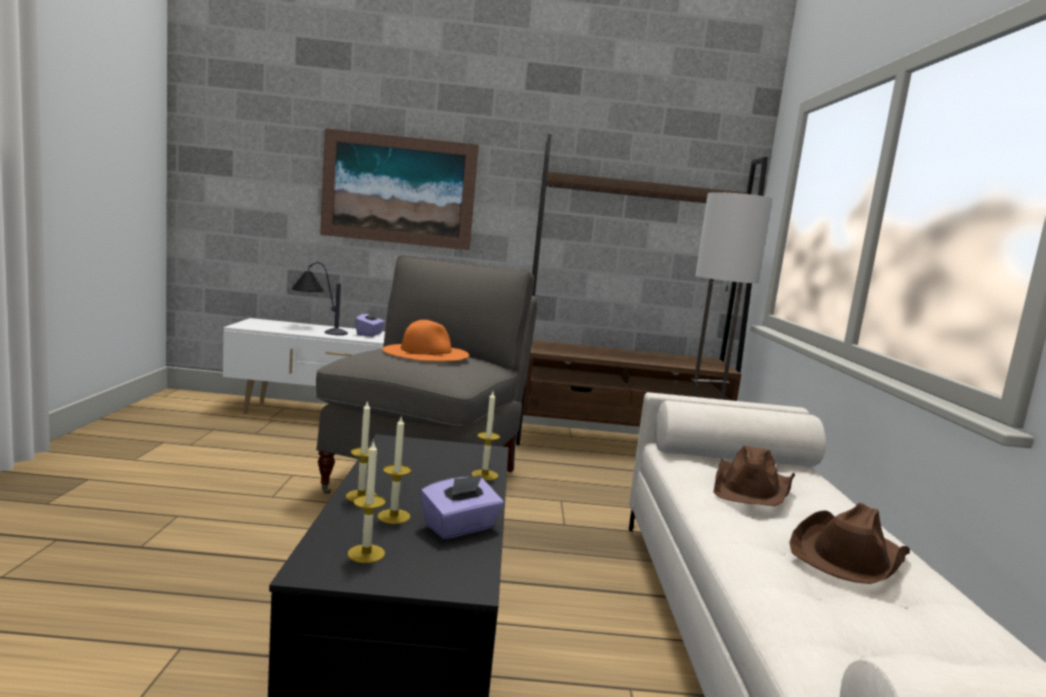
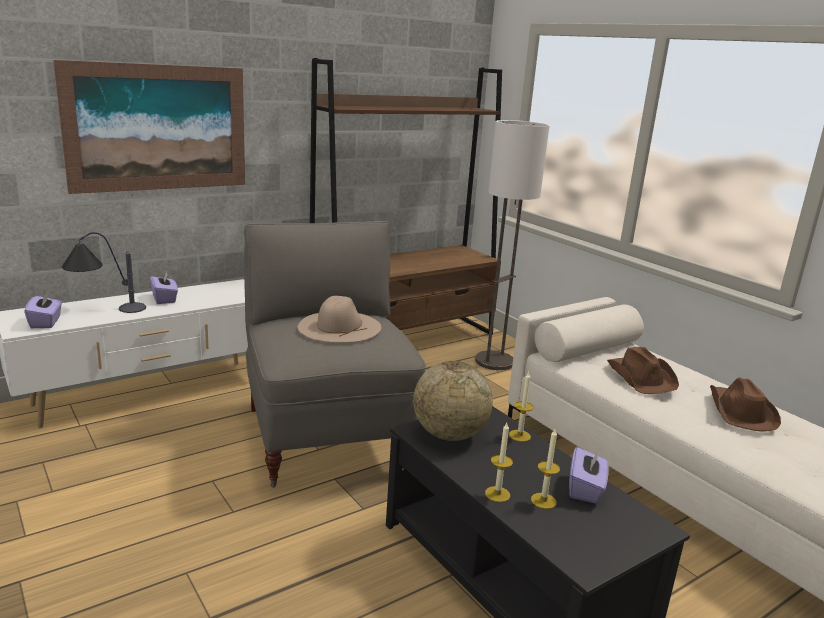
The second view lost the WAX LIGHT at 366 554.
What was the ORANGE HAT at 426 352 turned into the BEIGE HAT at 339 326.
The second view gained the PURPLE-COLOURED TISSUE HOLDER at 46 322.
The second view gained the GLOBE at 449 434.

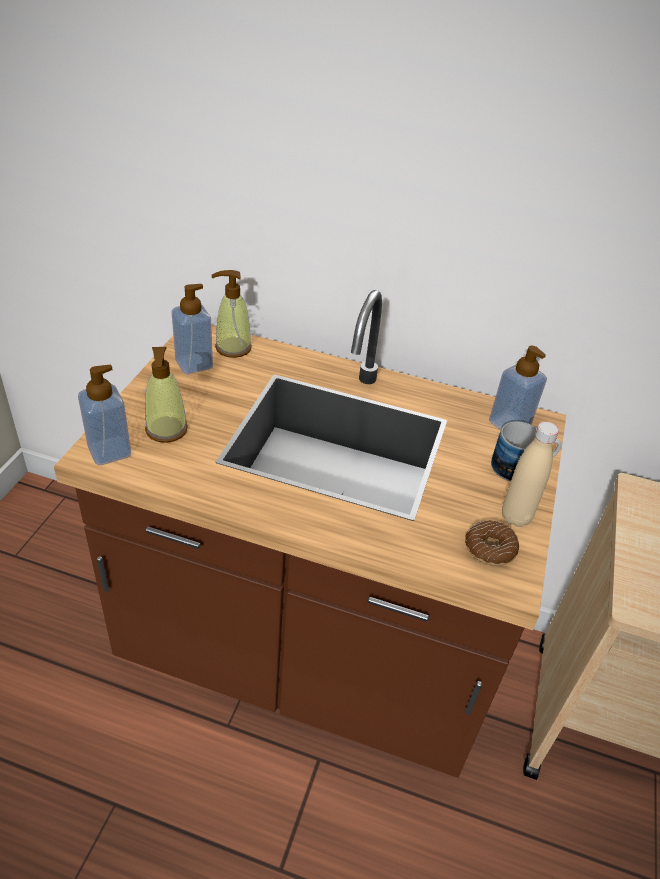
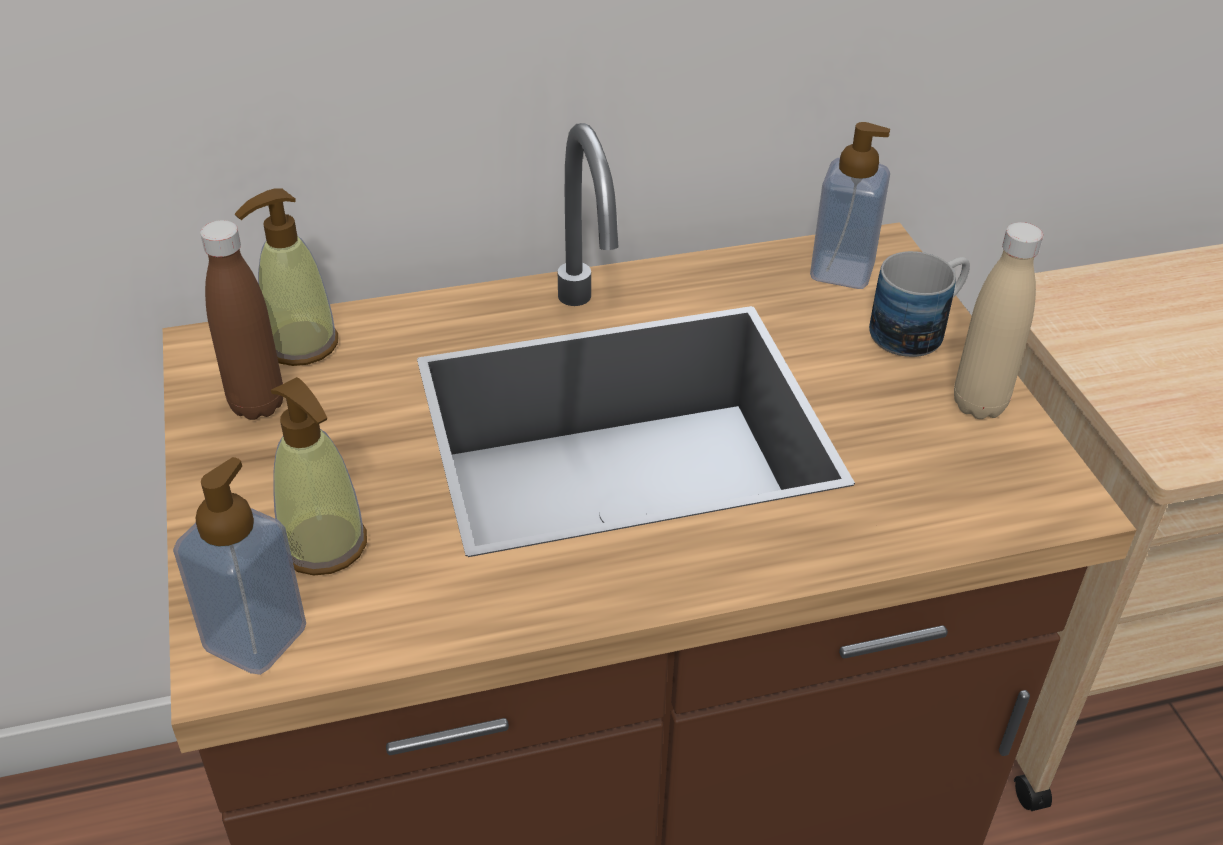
Where the SOAP DISPENSER stood at 194 364, the BROWN-COLOURED DRINK BOTTLE came to stand at 257 405.
The second view lost the RING DOUGHNUT at 490 549.

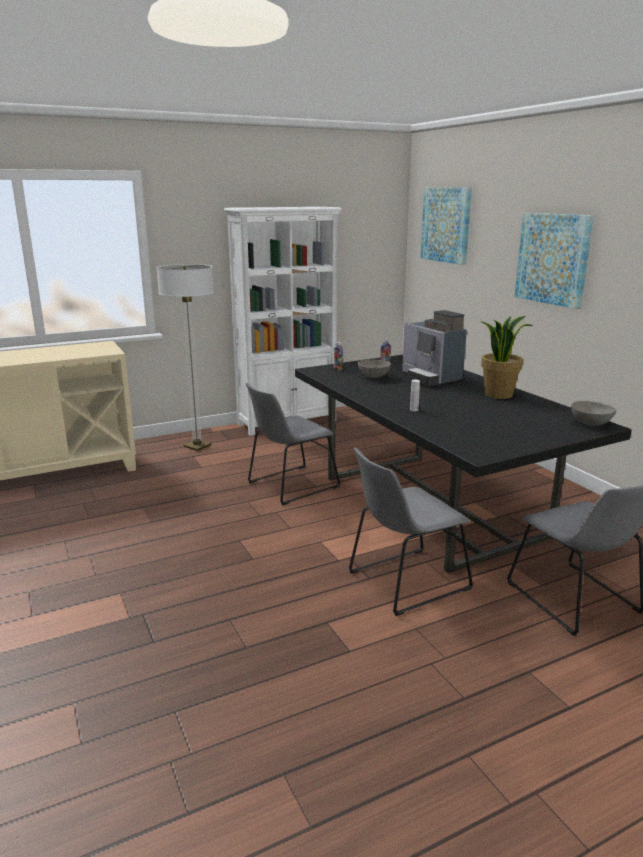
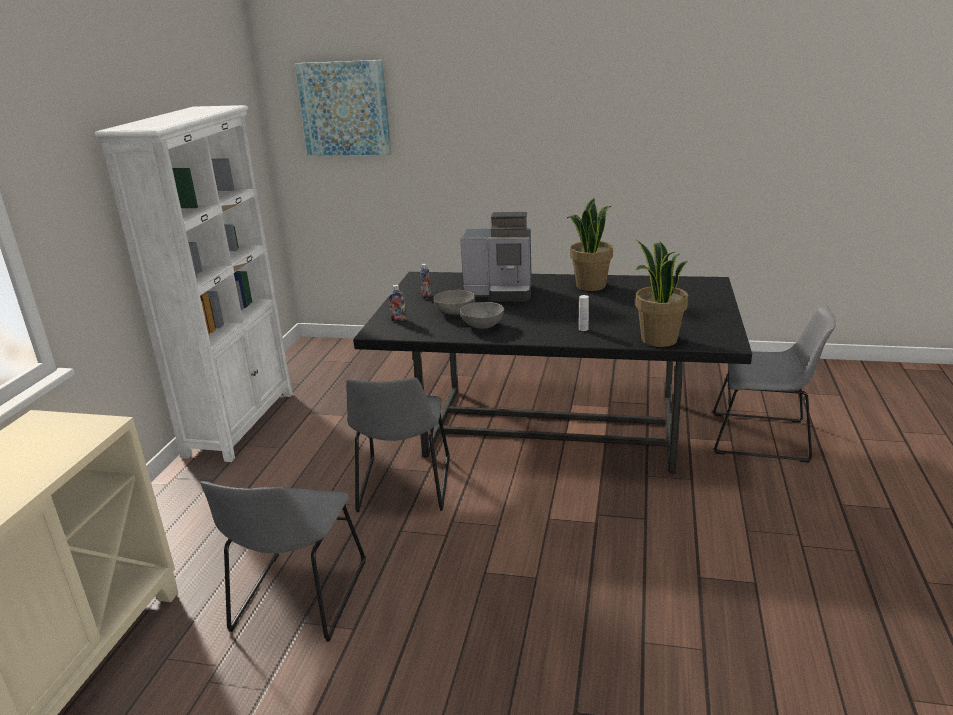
The second view lost the FLOOR LAMP at 197 446.
The GRAY PLAIN CHAIR ended up elsewhere, having gone from 404 582 to 297 600.
The second view lost the WALL ART at 553 259.
The GRAY DEEP DISH ended up elsewhere, having gone from 590 423 to 482 326.
The second view gained the PLANT IN A POT at 658 340.

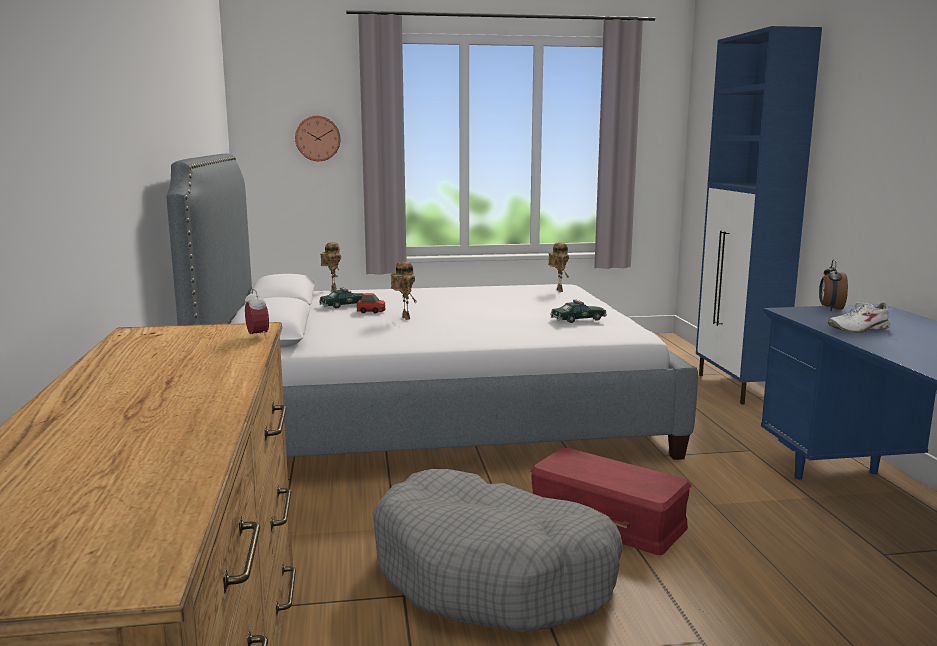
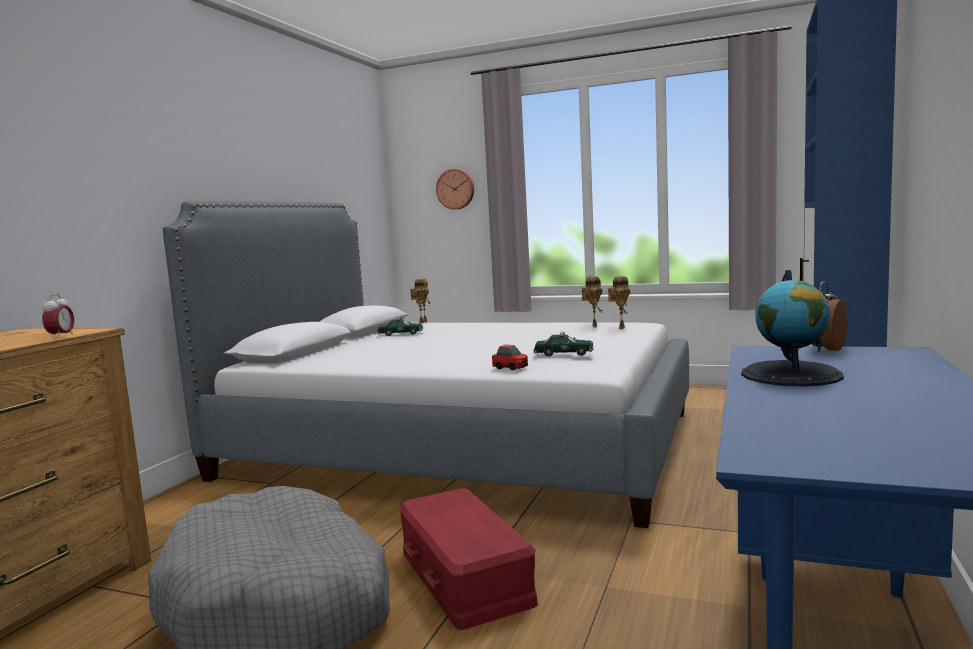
The MODEL CAR ended up elsewhere, having gone from 371 312 to 510 368.
The ROBOT FIGURE ended up elsewhere, having gone from 404 318 to 593 326.
Where the WHITE LOW SHOE stood at 858 329, the GLOBE came to stand at 791 374.

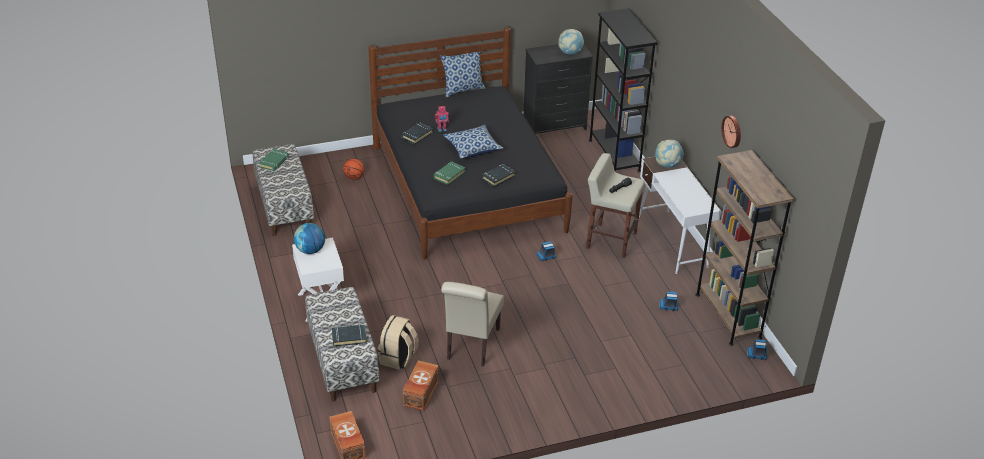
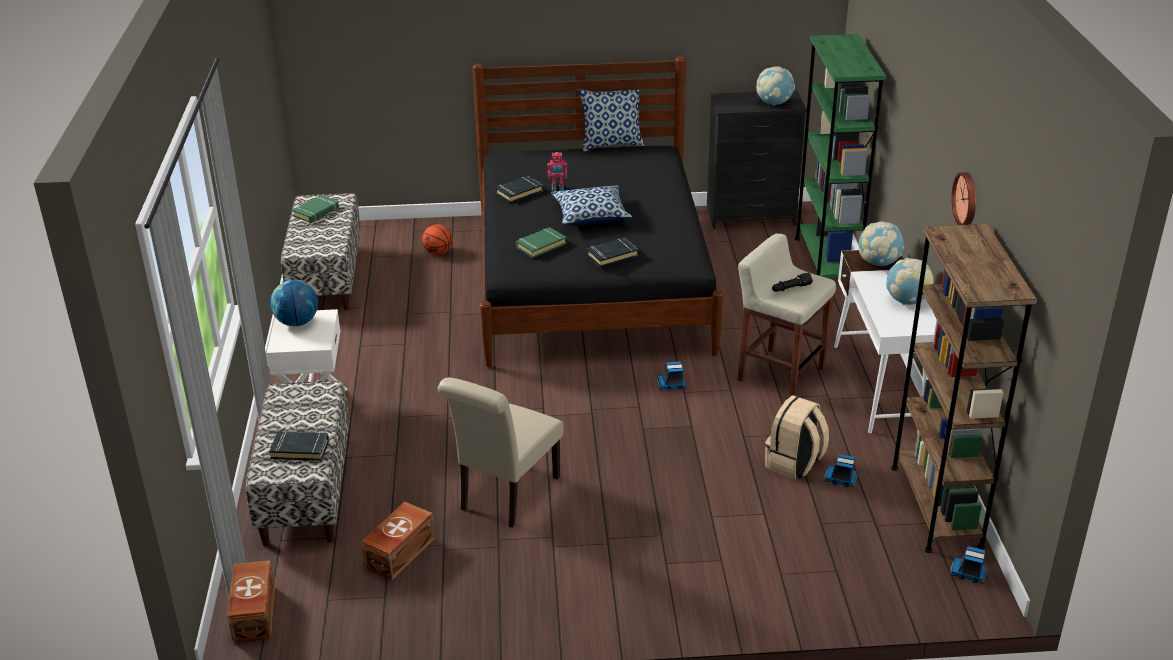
The BEIGE RUCKSACK ended up elsewhere, having gone from 398 358 to 794 463.
What was the BLACK-COLOURED BOOKSHELF at 614 155 turned into the GREEN BOOKSHELF at 826 261.
The second view gained the GLOBE at 907 301.

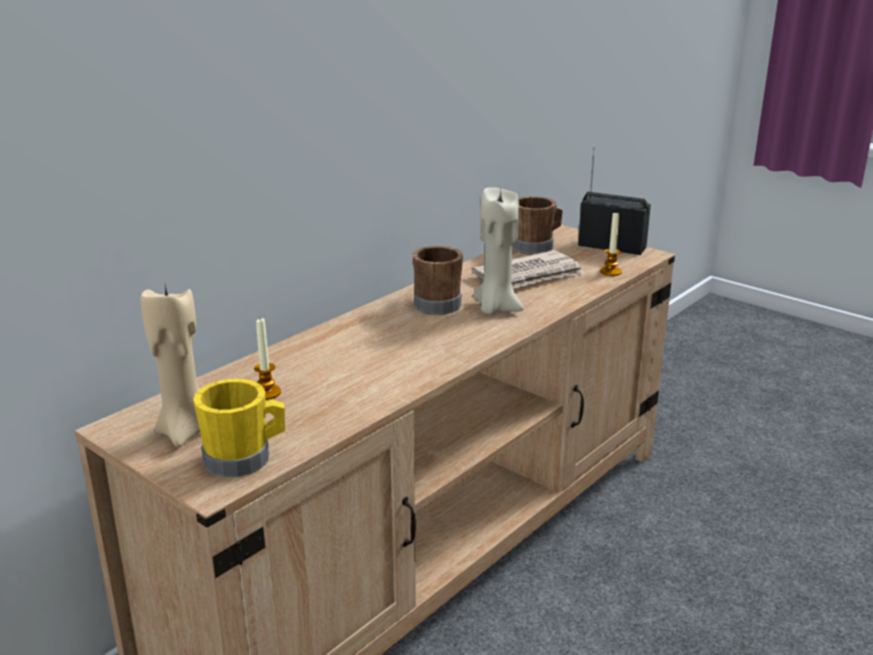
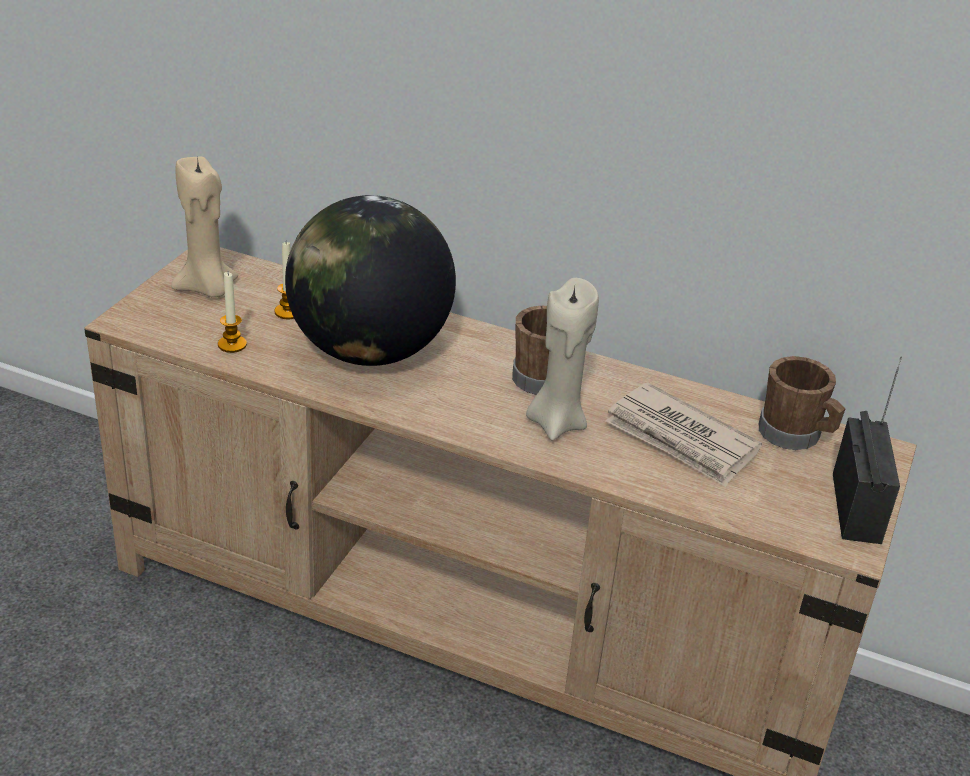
The second view lost the YELLOW COFFEE MUG at 245 459.
The WAX LIGHT ended up elsewhere, having gone from 610 272 to 232 345.
The second view gained the GLOBE at 369 351.

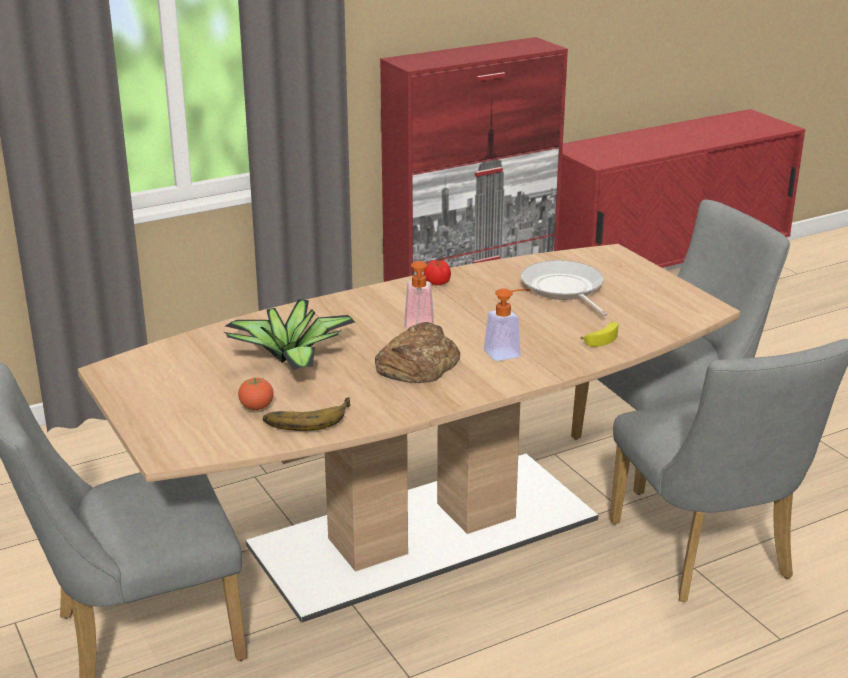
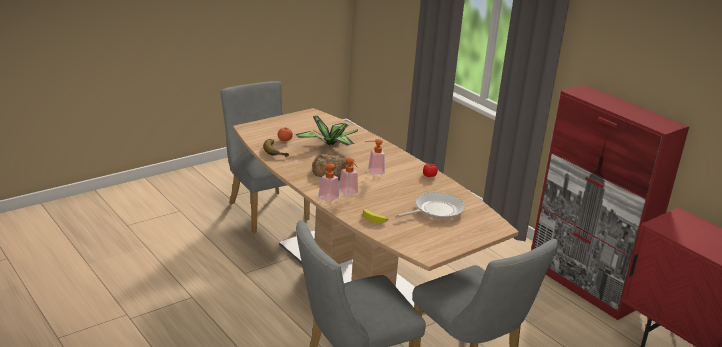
The second view gained the SOAP DISPENSER at 326 199.

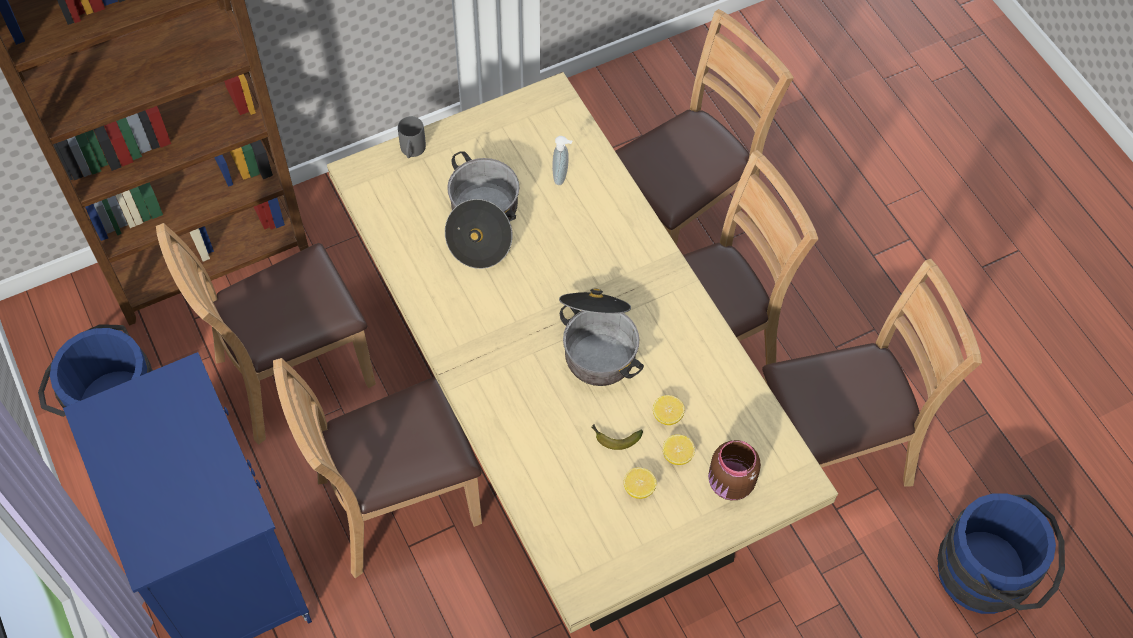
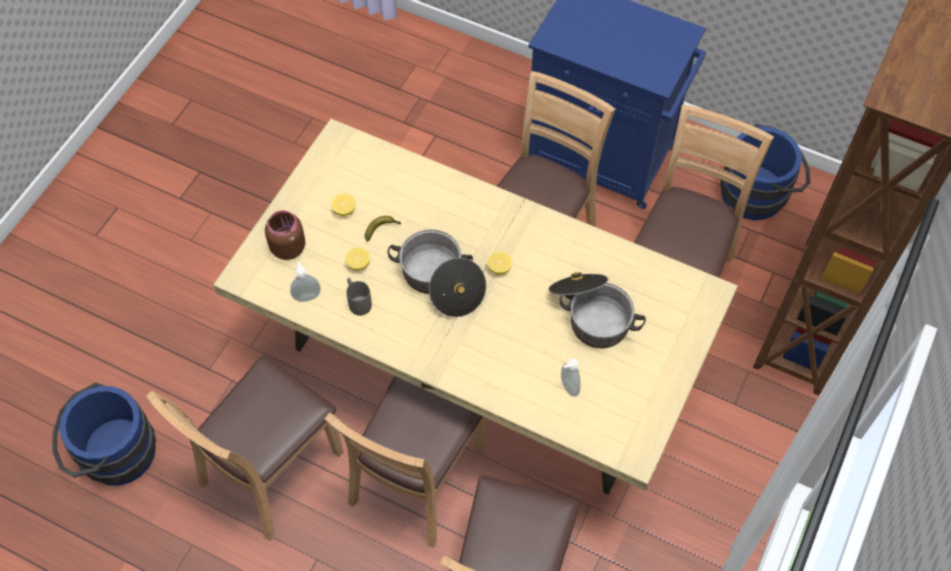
The GRAY COFFEE MUG ended up elsewhere, having gone from 412 152 to 357 301.
The CITRUS FRUIT ended up elsewhere, having gone from 677 455 to 499 268.
The second view gained the SOAP DISPENSER at 307 296.

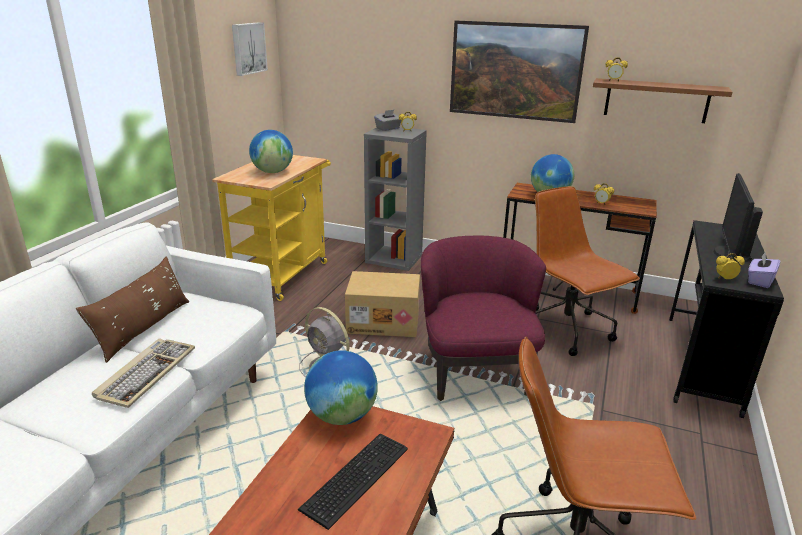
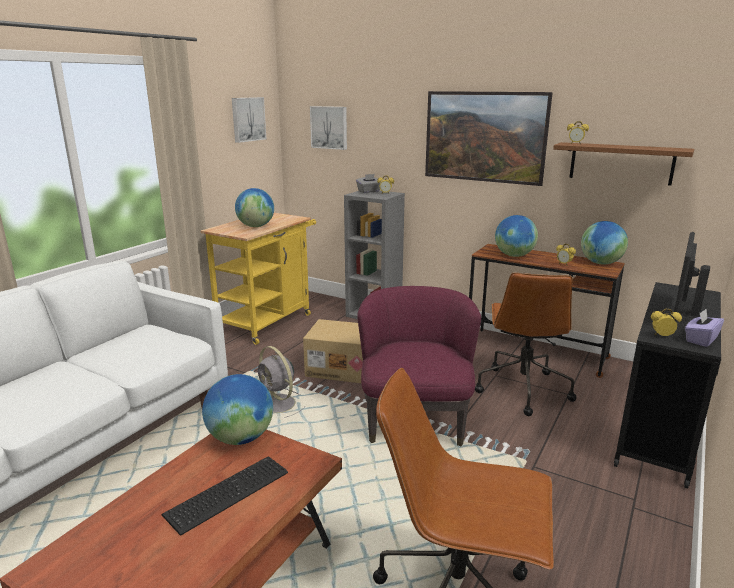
The second view lost the BROWN-COLOURED PILLOW at 144 328.
The second view lost the PC KEYBOARD at 146 373.
The BROWN-COLOURED OFFICE CHAIR at 567 330 ended up facing another way, 150 degrees counterclockwise from before.
The second view gained the WALL ART at 329 127.
The second view gained the GLOBE at 601 263.

